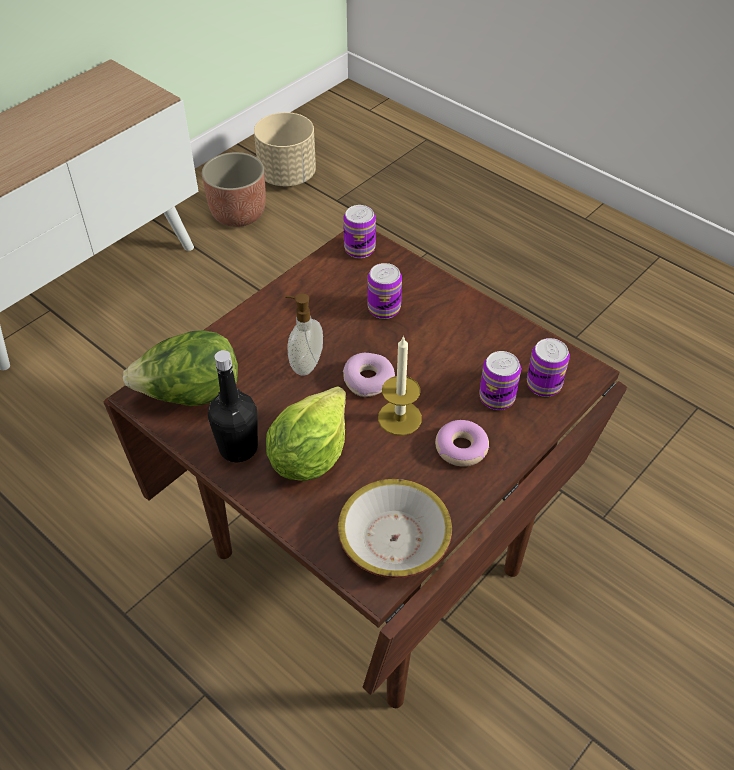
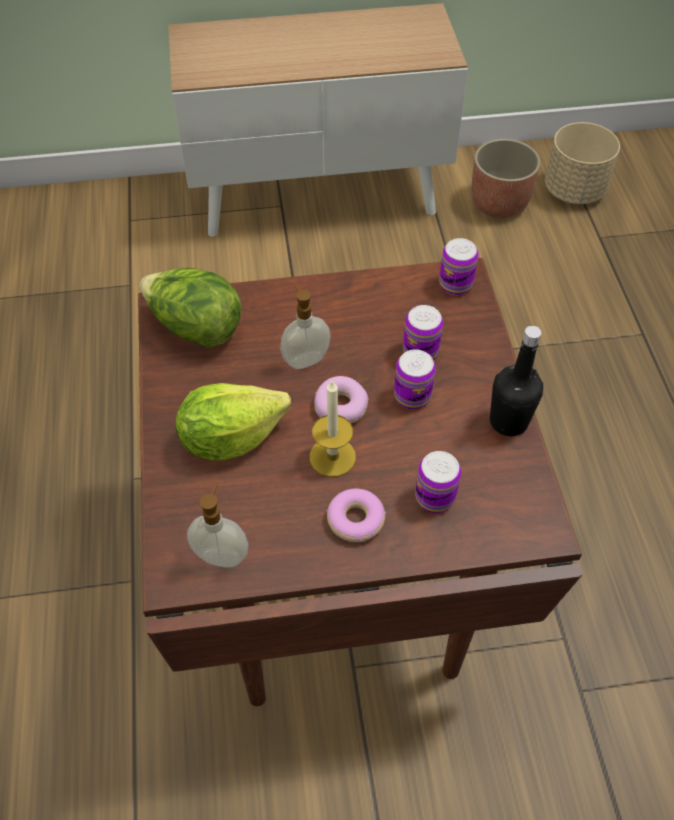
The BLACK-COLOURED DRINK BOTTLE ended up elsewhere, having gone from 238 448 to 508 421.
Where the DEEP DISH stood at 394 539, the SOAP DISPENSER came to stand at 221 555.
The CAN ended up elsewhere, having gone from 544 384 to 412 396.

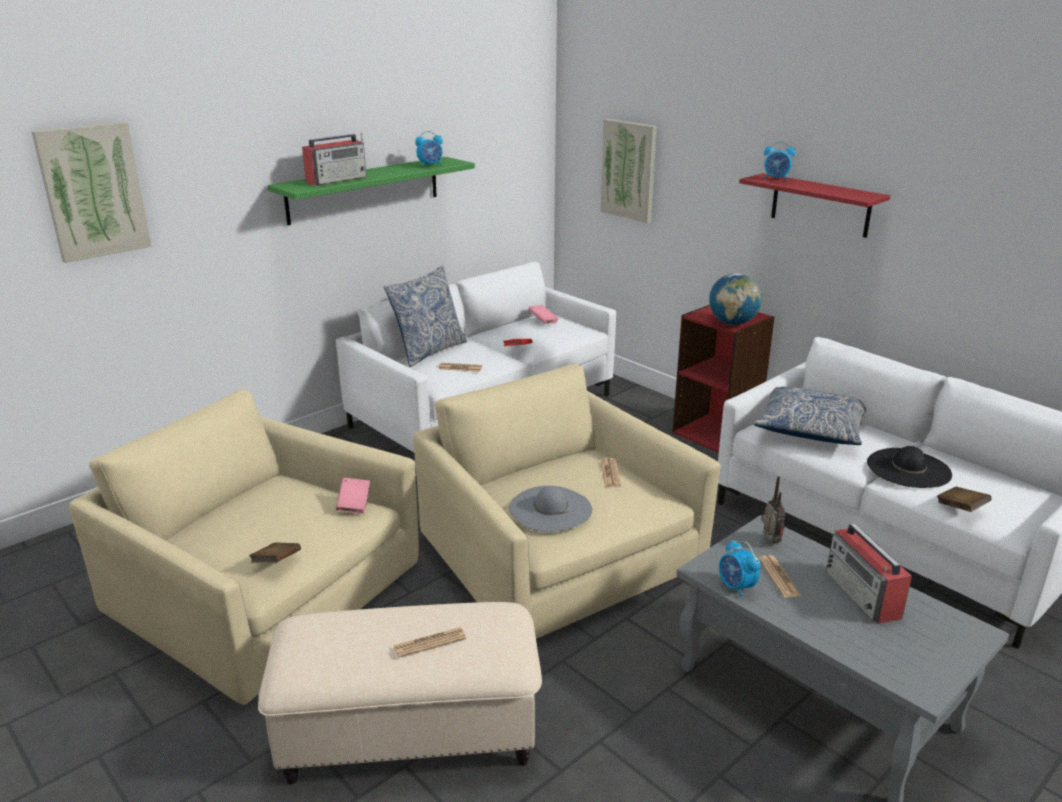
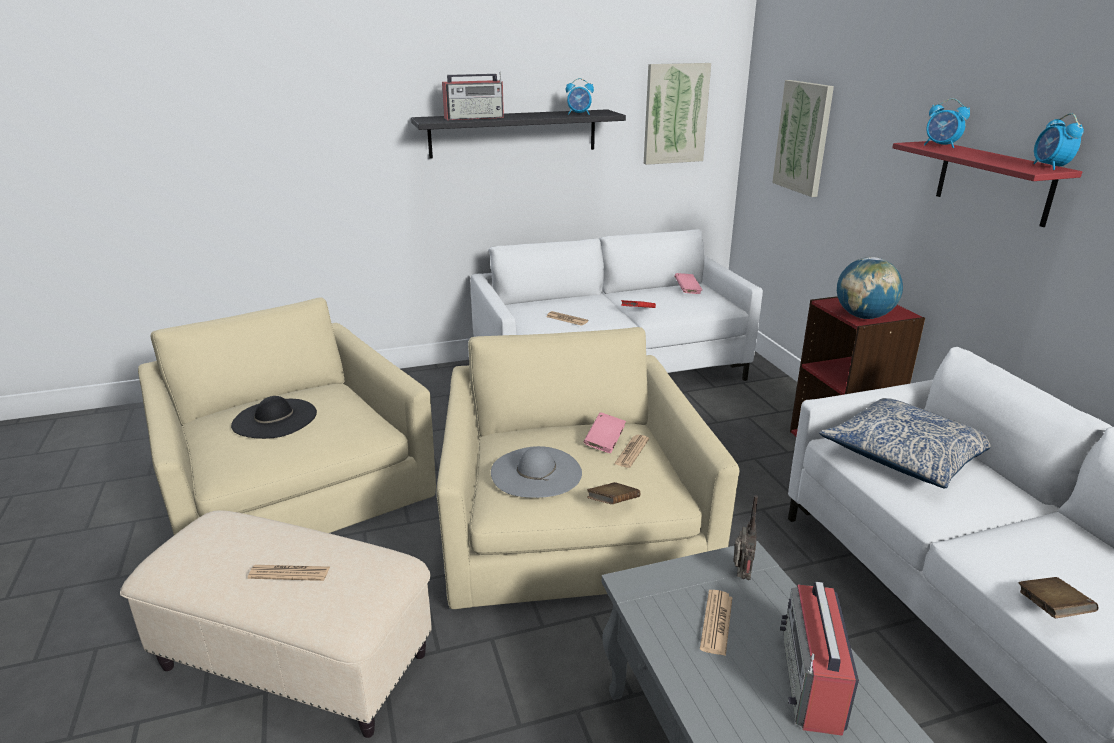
The WALL ART ended up elsewhere, having gone from 93 191 to 675 114.
The BROWN-COLOURED VOLUME ended up elsewhere, having gone from 276 562 to 613 504.
What was the GREEN SHELF at 364 190 turned into the BLACK-COLOURED SHELF at 513 133.
The PINK VOLUME ended up elsewhere, having gone from 354 504 to 604 442.
The second view lost the PILLOW at 428 351.
The ALARM CLOCK ended up elsewhere, having gone from 736 587 to 1050 167.
The BLACK-COLOURED HAT ended up elsewhere, having gone from 908 468 to 274 419.

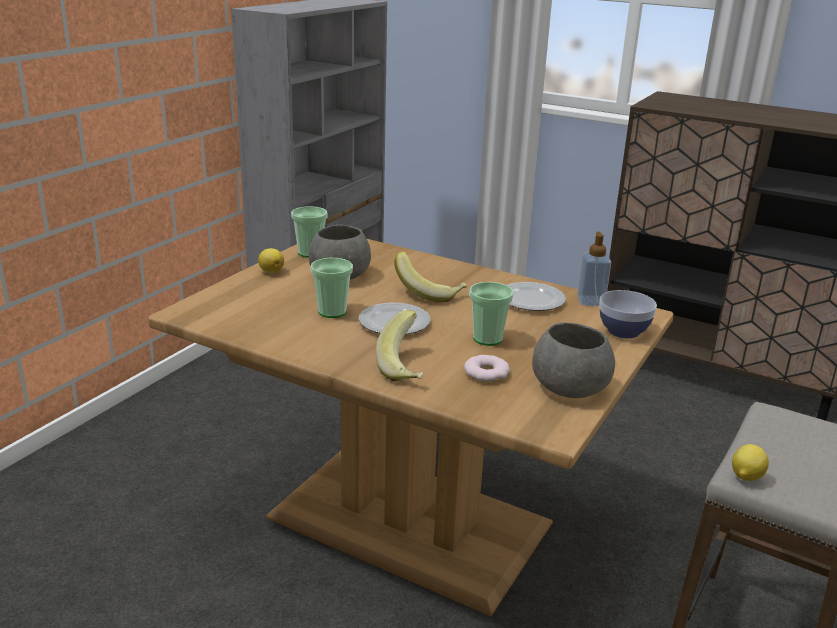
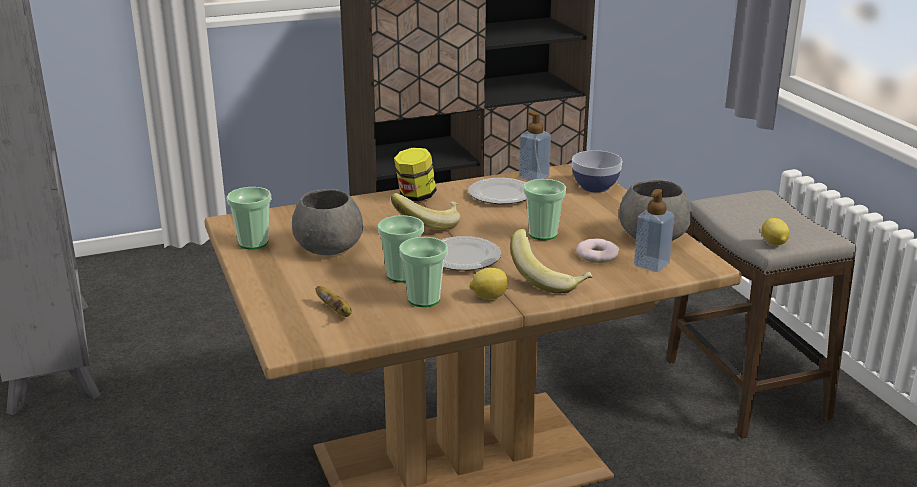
The CITRUS FRUIT ended up elsewhere, having gone from 271 271 to 488 297.
The second view gained the BANANA FRUIT at 336 312.
The second view gained the STORAGE JAR at 416 196.
The second view gained the SMALL CUP at 424 299.
The second view gained the SOAP DISPENSER at 651 264.

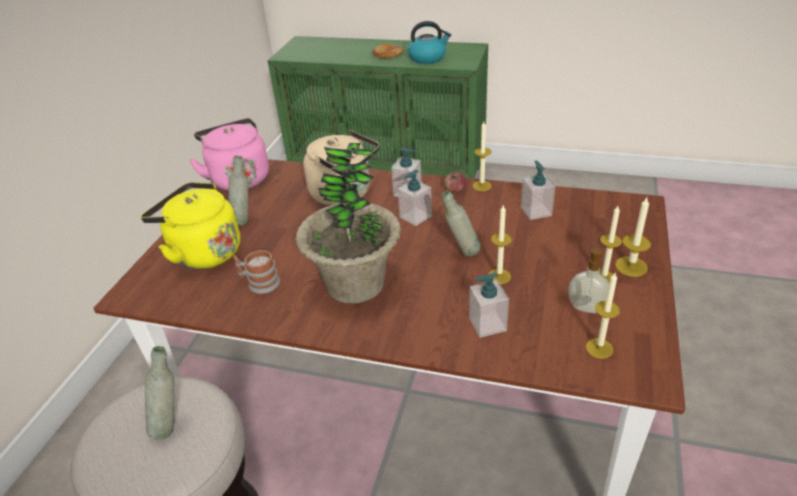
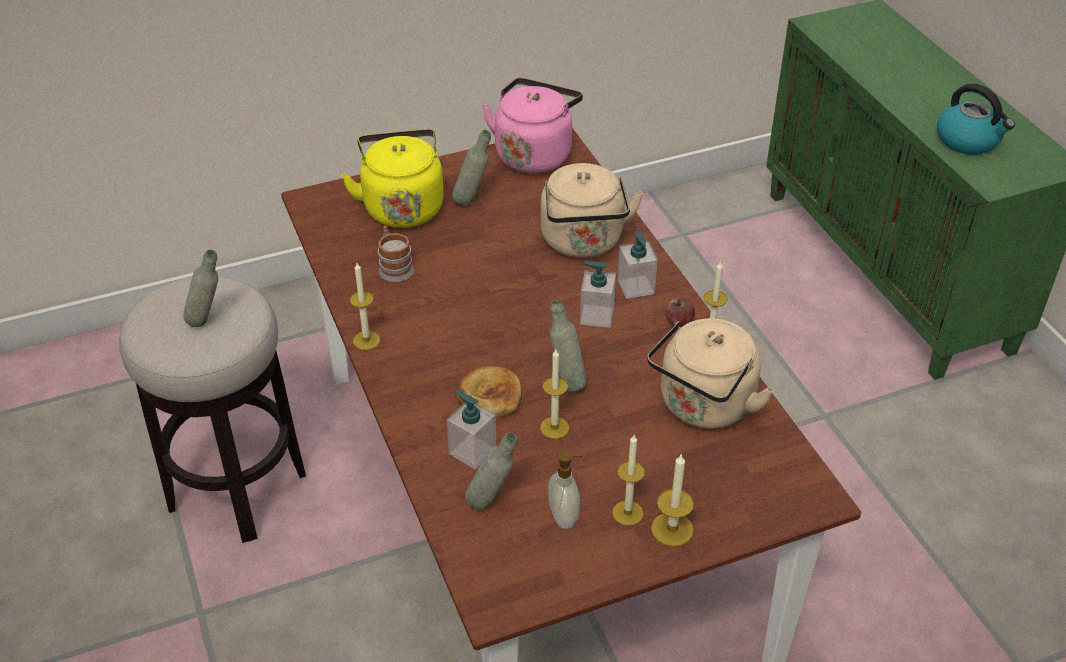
The second view lost the PLANT IN A POT at 355 284.
The BAKED BREAD ended up elsewhere, having gone from 387 54 to 489 396.
Where the SOAP DISPENSER stood at 536 211, the BEIGE WATER KETTLE came to stand at 703 407.
The WAX LIGHT ended up elsewhere, having gone from 599 348 to 366 340.
The second view gained the GRAY DRINK BOTTLE at 492 504.

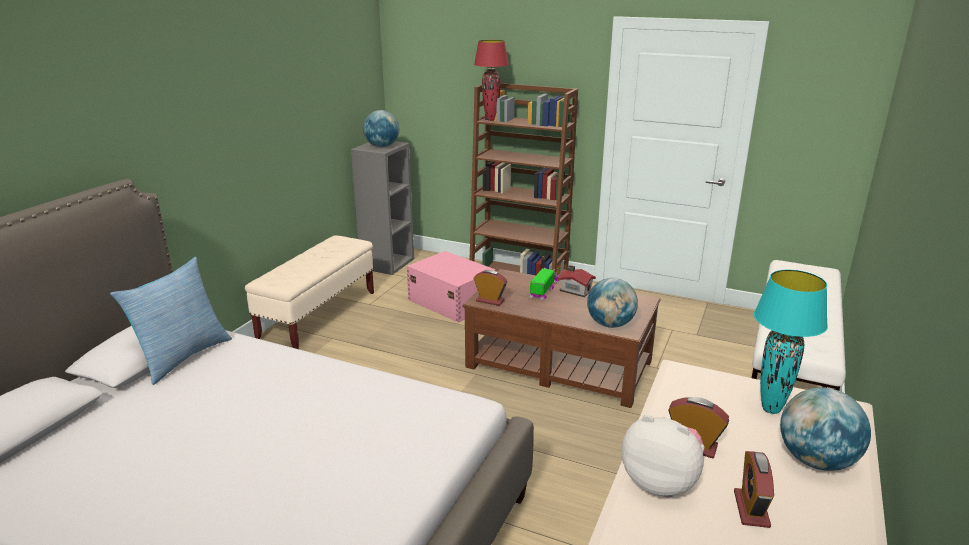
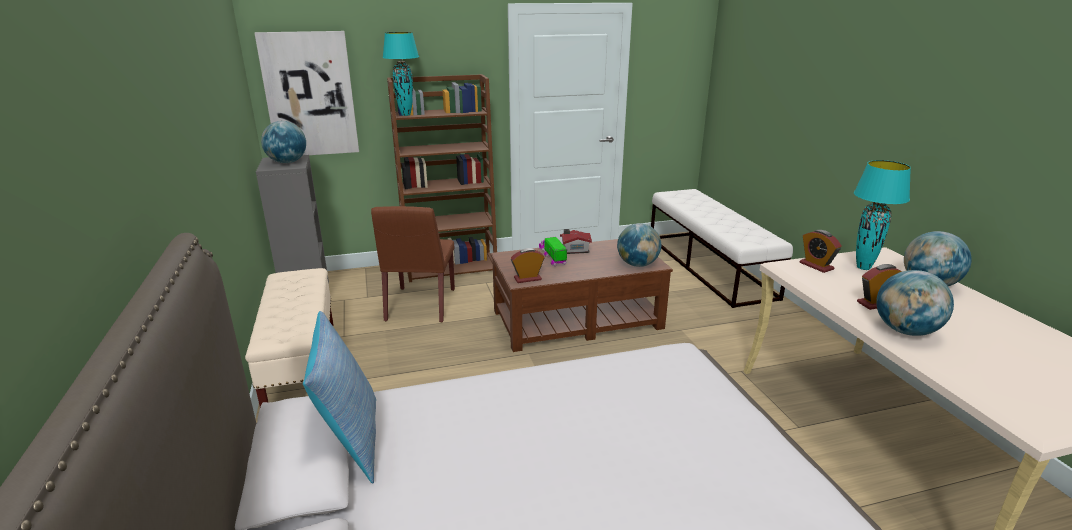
Where the PINK STORAGE BIN stood at 451 301, the BROWN-COLOURED PLAIN CHAIR came to stand at 420 305.
What was the RED-COLOURED TABLE LAMP at 491 119 turned into the TURQUOISE TABLE LAMP at 405 114.
Where the PLUSH TOY stood at 660 482, the GLOBE came to stand at 905 331.
The ALARM CLOCK ended up elsewhere, having gone from 751 509 to 816 266.
The second view gained the WALL ART at 310 94.

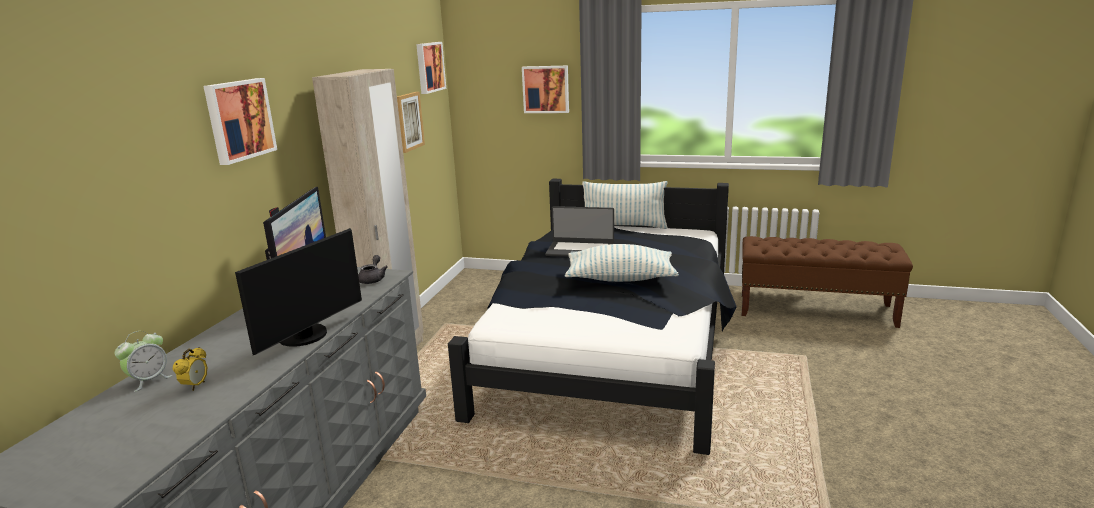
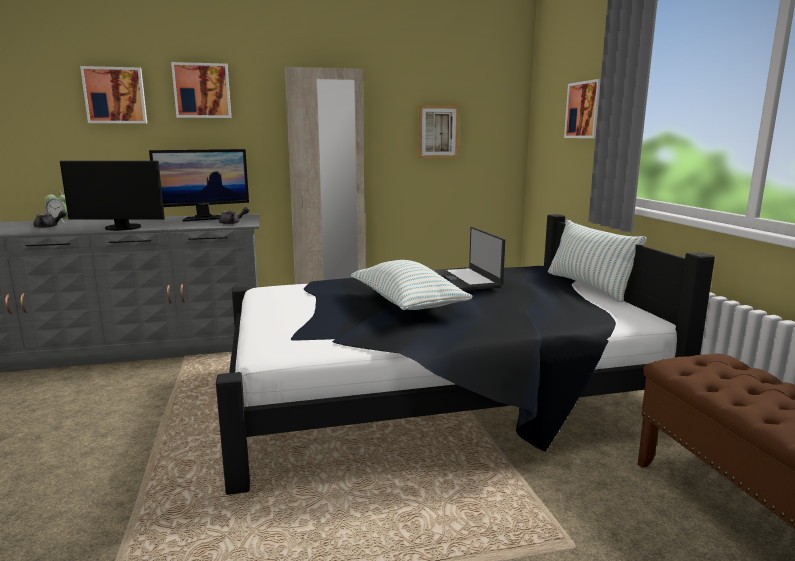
Where the ALARM CLOCK stood at 196 386, the GRAY POT FOR TEA came to stand at 49 227.
The WALL ART ended up elsewhere, having gone from 429 67 to 115 95.

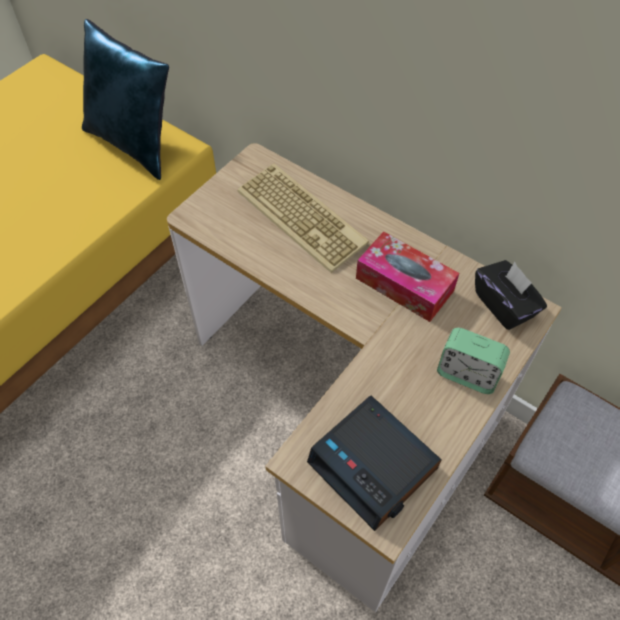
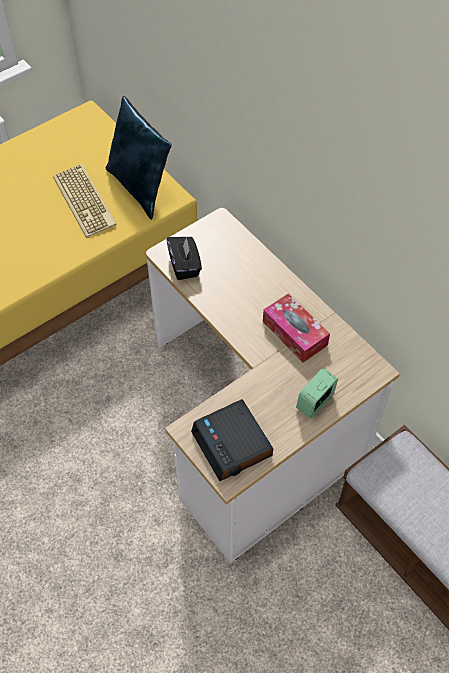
The PC KEYBOARD ended up elsewhere, having gone from 304 217 to 86 201.
The ALARM CLOCK at 467 374 ended up facing another way, 90 degrees clockwise from before.
The BLACK-COLOURED TISSUE HOLDER ended up elsewhere, having gone from 504 305 to 185 265.

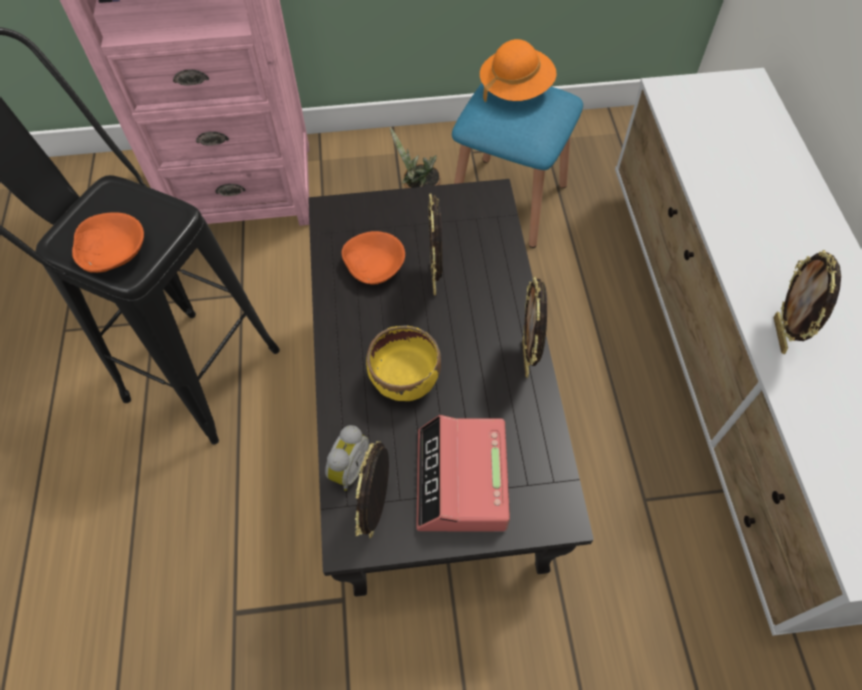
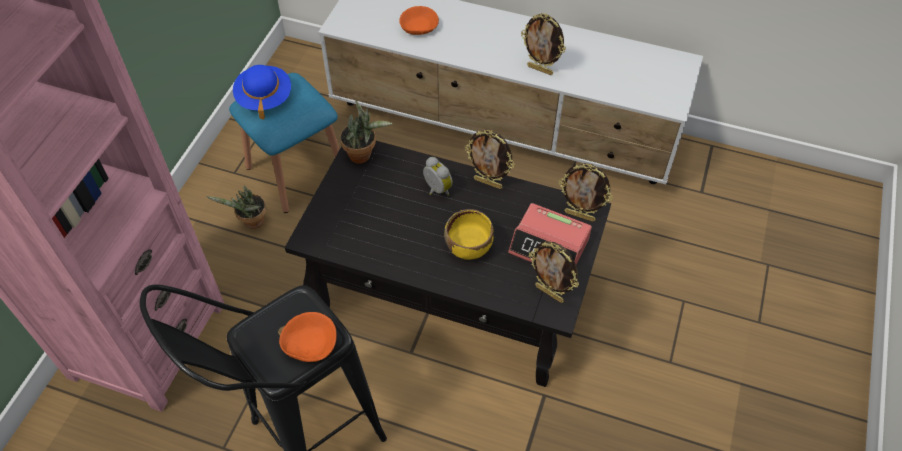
The ALARM CLOCK ended up elsewhere, having gone from 348 468 to 436 190.
The ORANGE DEEP DISH ended up elsewhere, having gone from 374 266 to 419 27.
The STANDING FRAME ended up elsewhere, having gone from 435 279 to 580 215.
What was the ORANGE HAT at 515 89 turned into the BLUE-COLOURED HAT at 264 98.
The second view gained the PLANT IN A POT at 363 155.

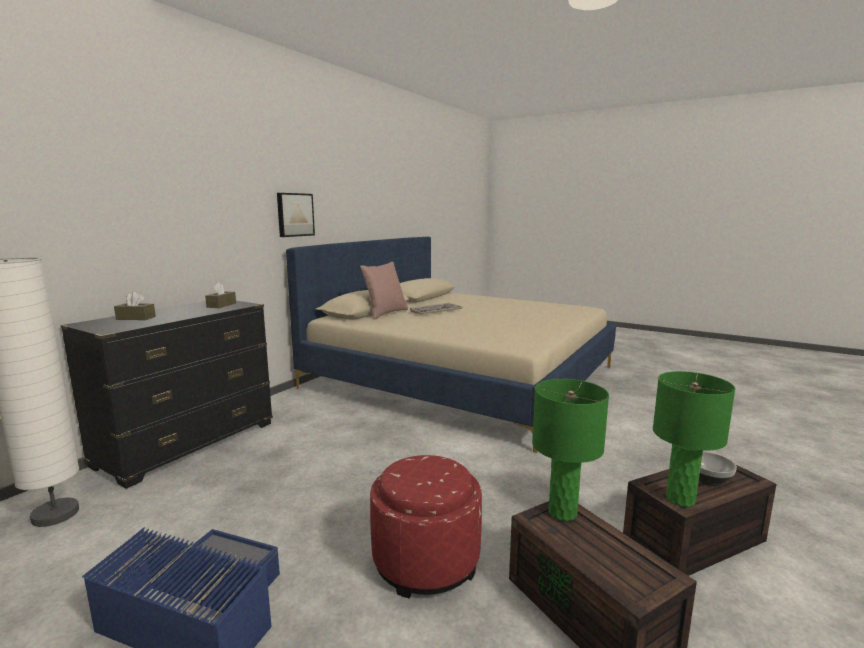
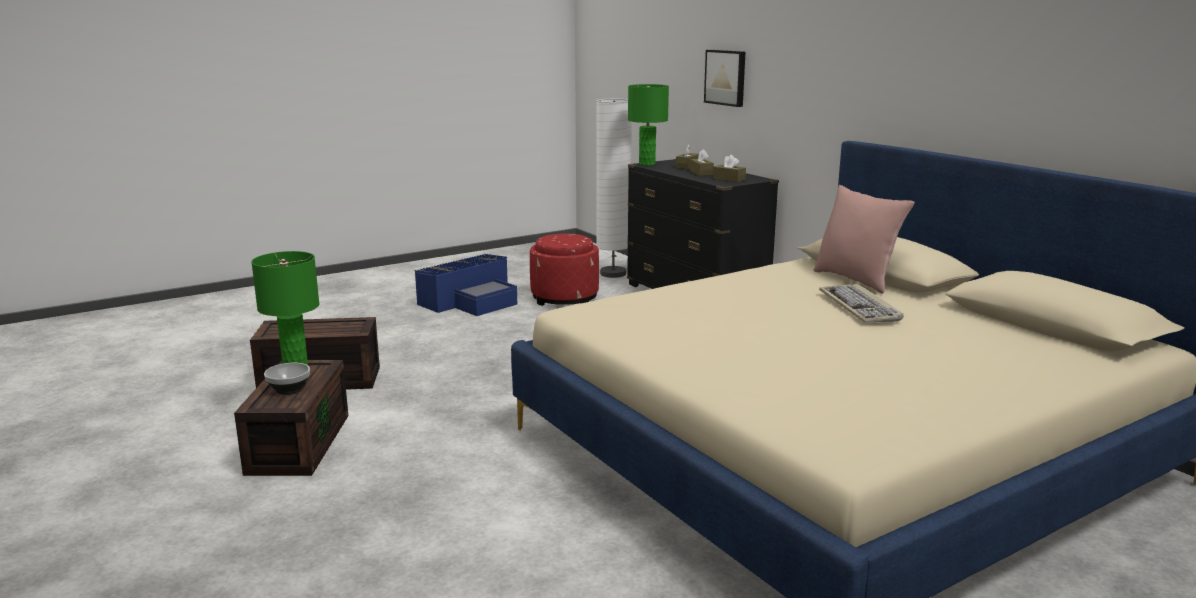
The WALL ART ended up elsewhere, having gone from 294 214 to 726 77.
The RED-COLOURED POUFFE ended up elsewhere, having gone from 426 561 to 564 298.
The GREEN TABLE LAMP ended up elsewhere, having gone from 562 513 to 646 164.
The second view gained the BROWN-COLOURED TISSUE HOLDER at 701 173.

